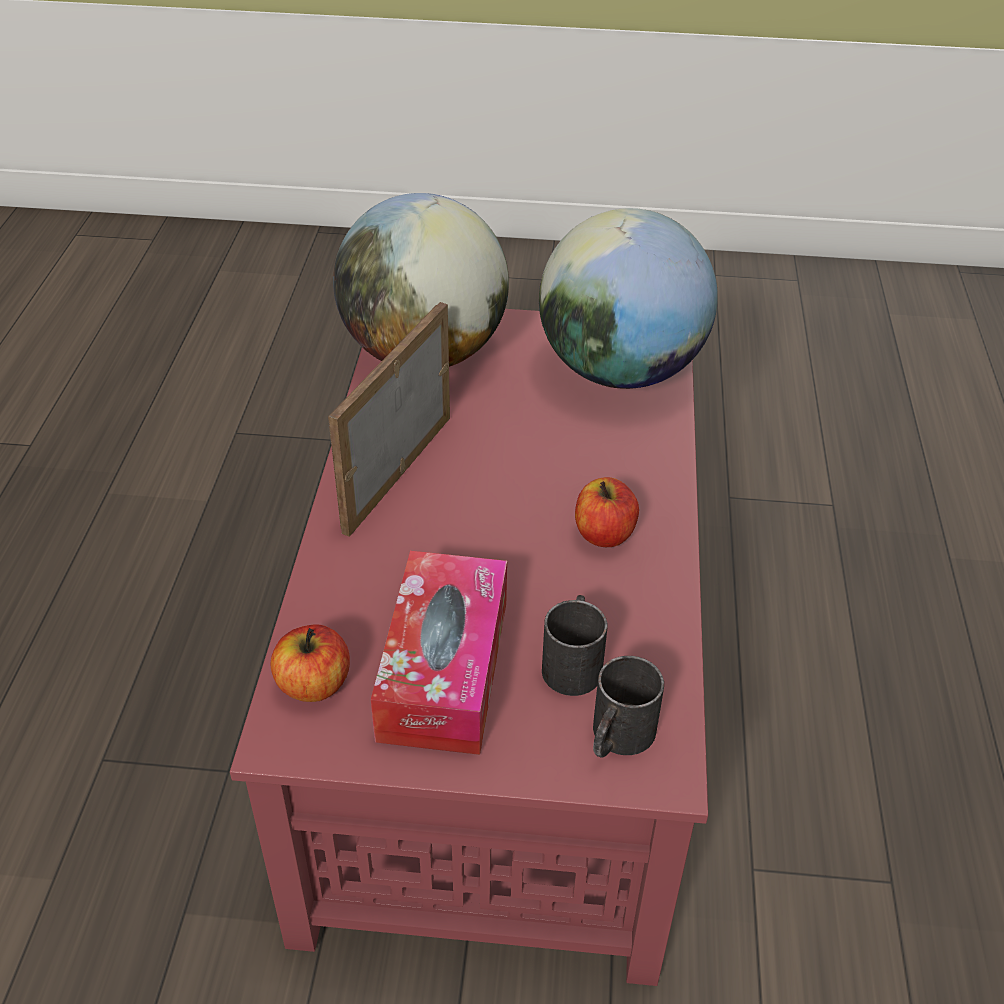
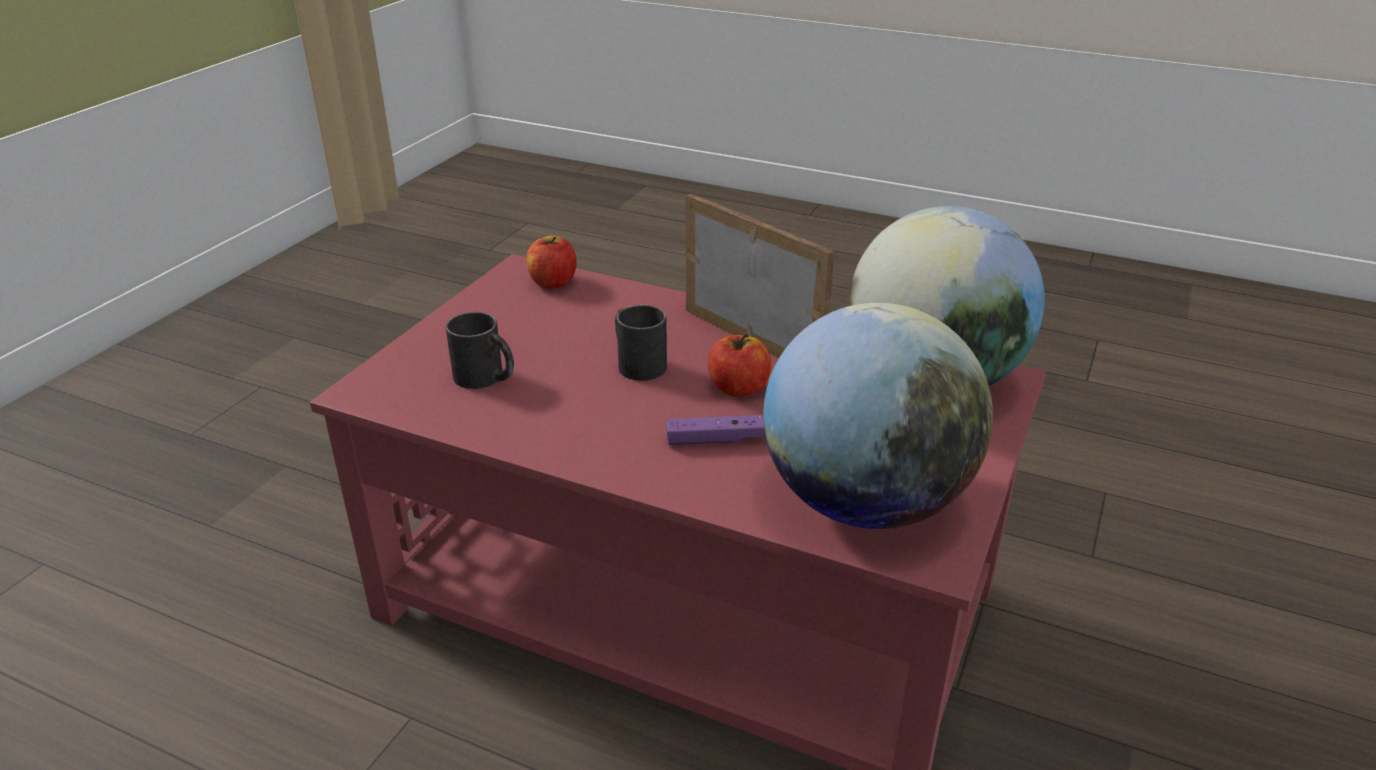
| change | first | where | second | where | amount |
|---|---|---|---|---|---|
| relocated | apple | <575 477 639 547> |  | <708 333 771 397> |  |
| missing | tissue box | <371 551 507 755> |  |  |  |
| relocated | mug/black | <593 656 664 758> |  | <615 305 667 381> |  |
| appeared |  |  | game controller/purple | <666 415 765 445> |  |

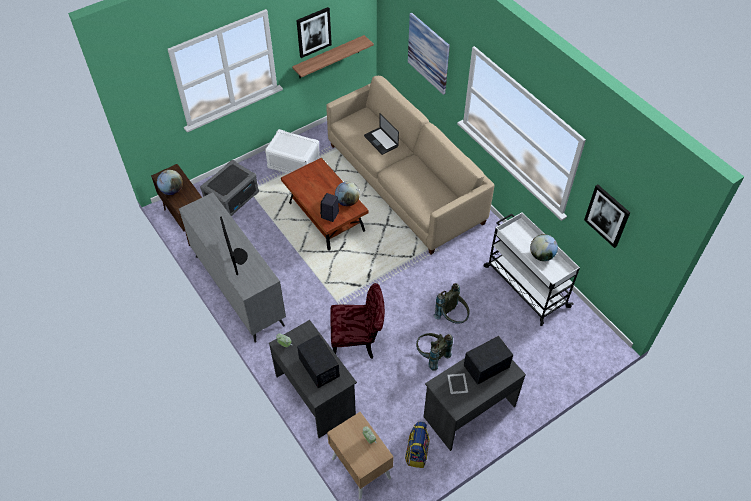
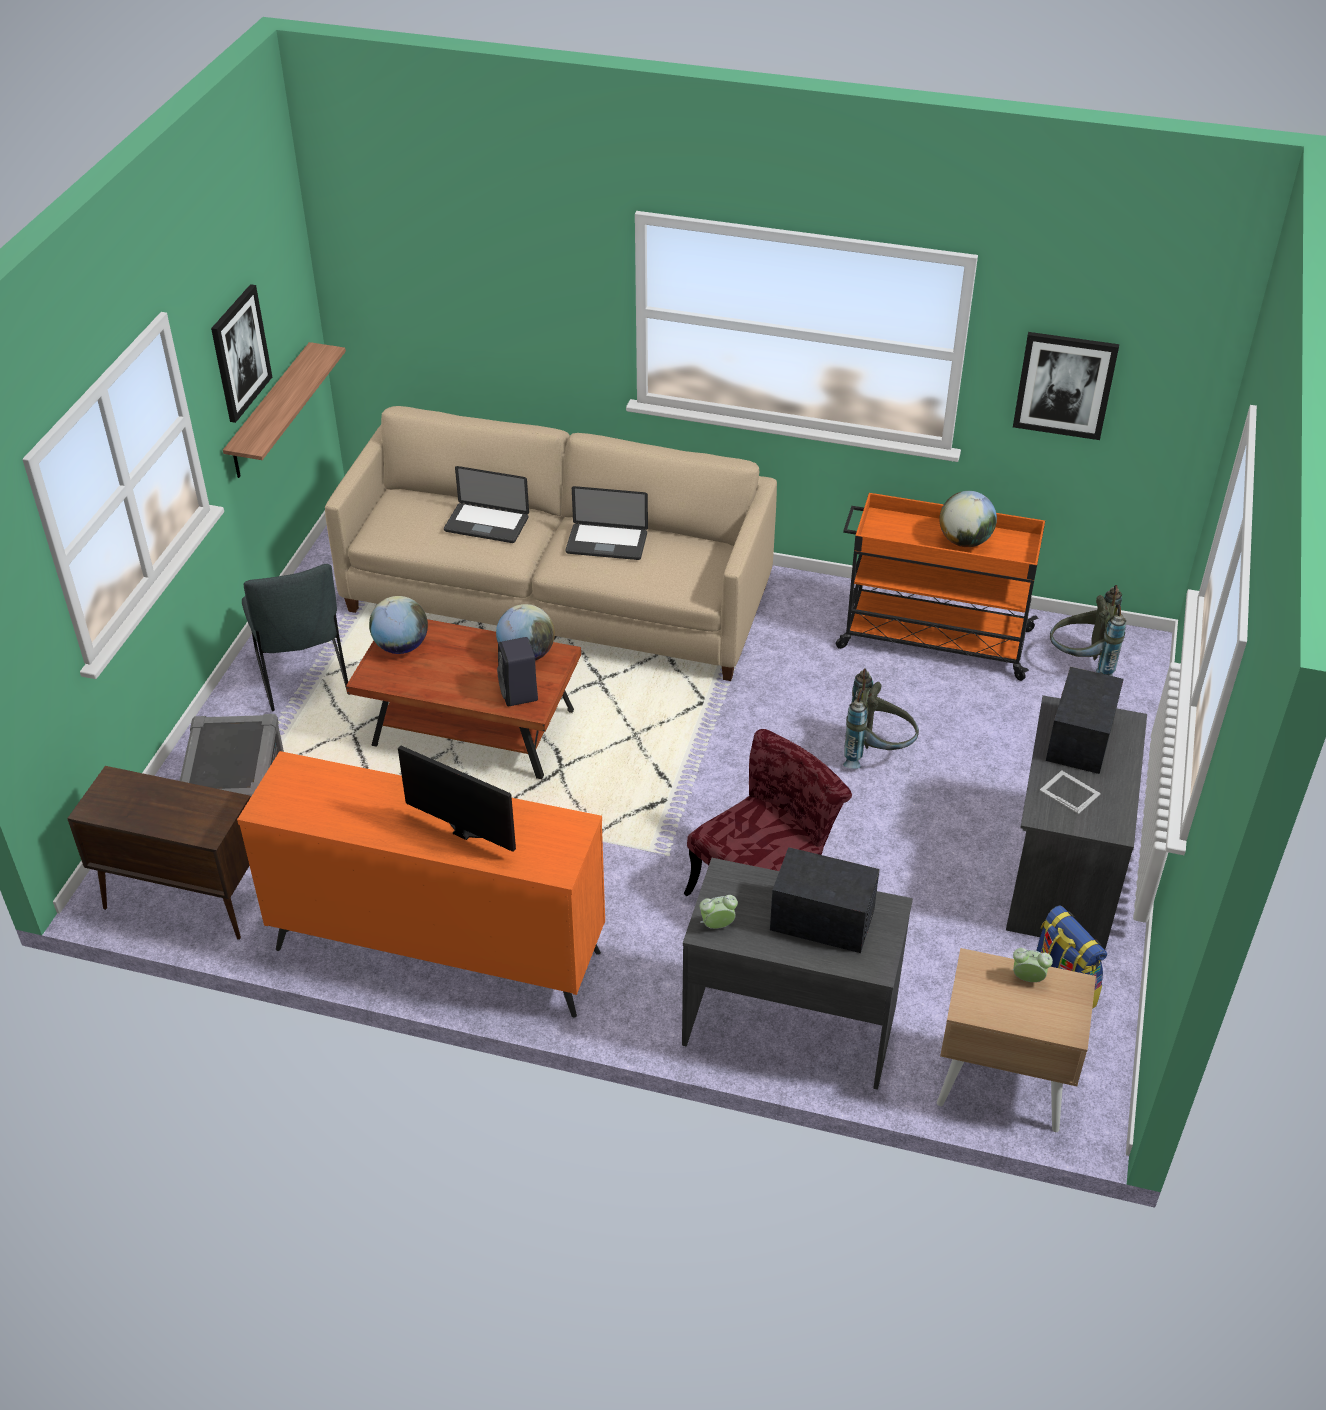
| change | first | where | second | where | amount |
|---|---|---|---|---|---|
| missing | picture | <408 13 450 95> |  |  |  |
| exchanged | storage box/white | <265 129 320 174> | chair/grey | <242 564 350 711> |  |
| relocated | globe | <157 170 183 195> |  | <369 596 428 654> |  |
| colour | dresser/grey | <179 192 286 343> | dresser/orange | <237 751 605 1018> |  |
| colour | cart/white | <484 212 580 326> | cart/orange | <836 493 1045 681> |  |
| relocated | backpack/grey | <416 333 453 371> |  | <1050 585 1126 676> |  |
| appeared |  |  | laptop | <565 486 648 560> |  |

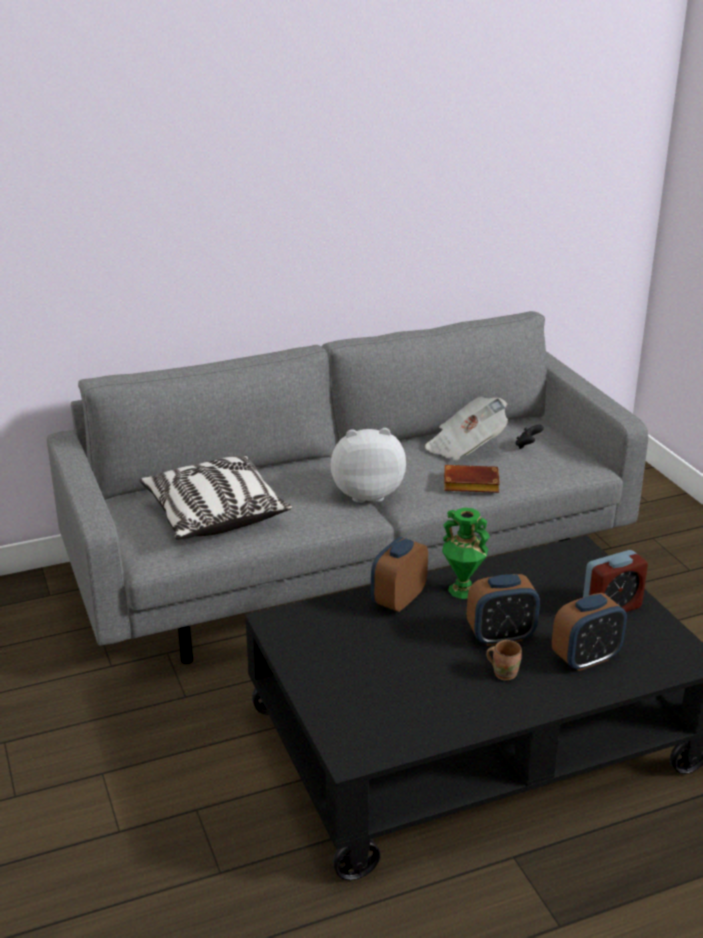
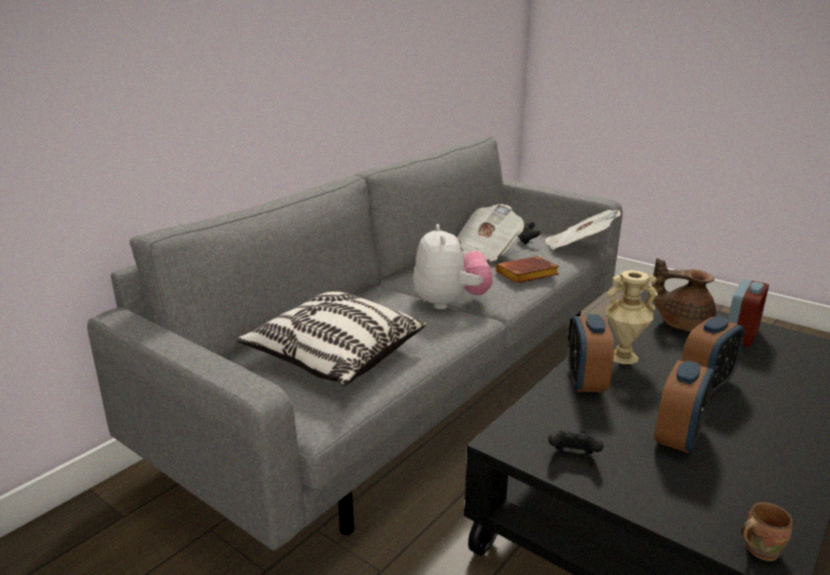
| change | first | where | second | where | amount |
|---|---|---|---|---|---|
| spun | plush toy | <331 428 406 503> |  | <413 224 493 309> | 120 degrees clockwise |
| colour | vase/green | <442 508 490 599> | vase/beige | <605 270 658 364> |  |
| relocated | alarm clock | <552 593 627 671> |  | <654 360 714 453> |  |
| relocated | mug/brown | <486 640 522 681> |  | <741 502 793 561> |  |
| appeared |  |  | newspaper | <545 210 621 249> |  |
| appeared |  |  | teapot/brown | <652 258 716 331> |  |
| appeared |  |  | game controller/black | <548 431 604 454> |  |

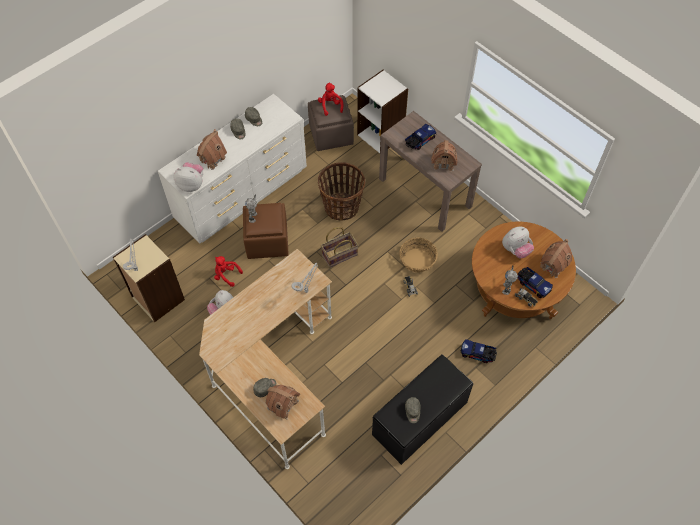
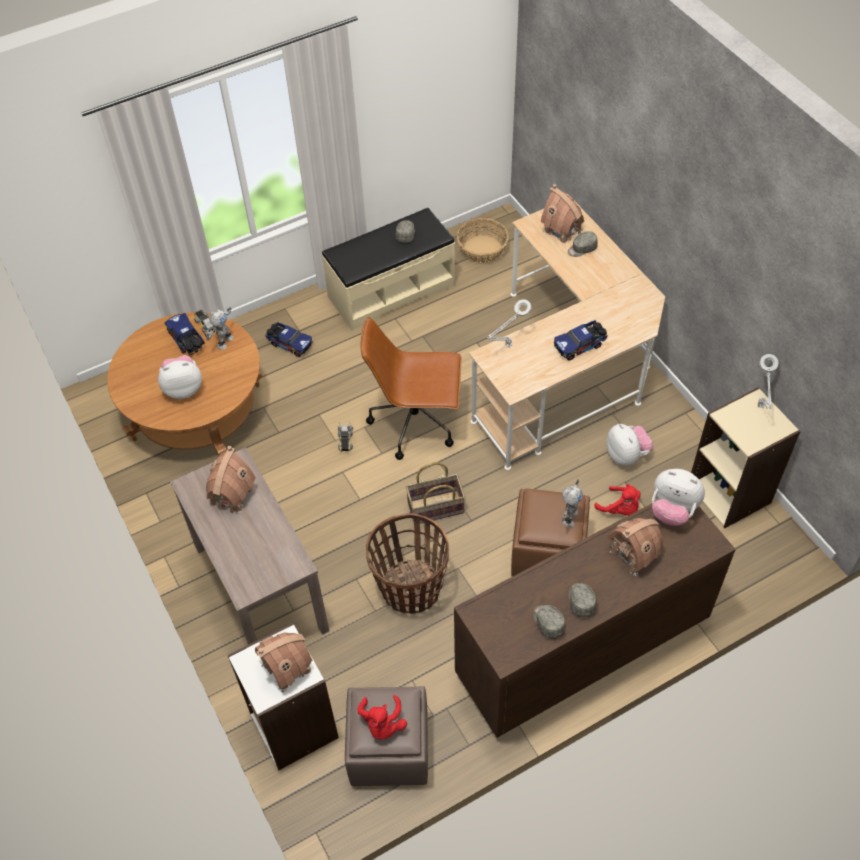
| change | first | where | second | where | amount |
|---|---|---|---|---|---|
| colour | dresser/white | <158 94 307 244> | dresser/brown | <454 504 736 738> |  |
| relocated | toy truck | <405 124 436 150> |  | <554 320 608 361> |  |
| relocated | basket | <399 237 438 273> |  | <457 218 509 263> |  |
| relocated | toy house | <540 239 572 278> |  | <255 633 312 693> |  |
| colour | bench/black | <372 354 473 465> | bench/beige | <322 208 455 330> |  |
| appeared |  |  | office chair/brown | <361 317 462 460> |  |

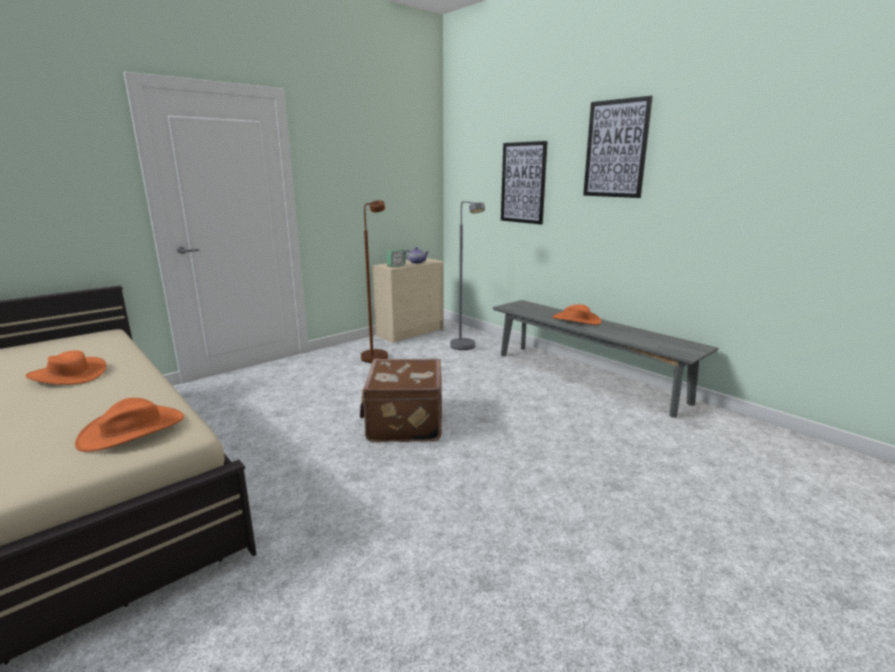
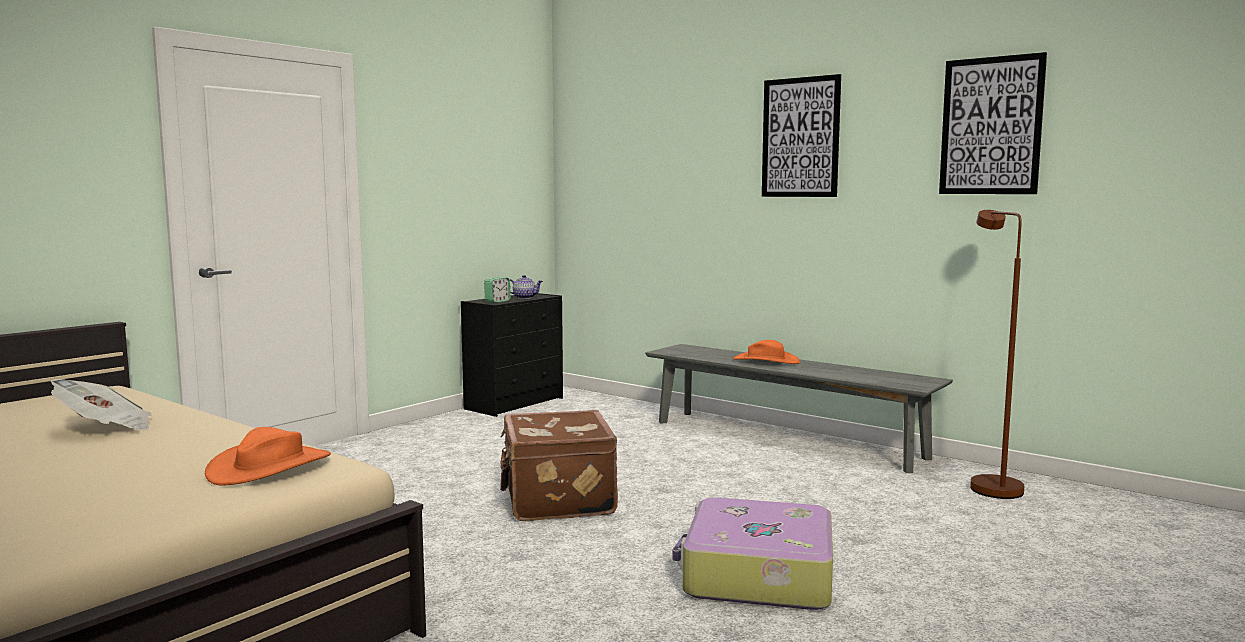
| change | first | where | second | where | amount |
|---|---|---|---|---|---|
| relocated | picture | <501 141 548 224> |  | <939 52 1047 194> |  |
| relocated | floor lamp/brown | <361 200 388 363> |  | <970 210 1024 499> |  |
| missing | floor lamp/grey | <450 201 485 350> |  |  |  |
| colour | dresser/beige | <373 258 444 343> | dresser/black | <461 293 563 417> |  |
| exchanged | hat/orange | <25 350 106 385> | newspaper | <51 379 152 430> |  |
| appeared |  |  | suitcase | <673 497 833 610> |  |

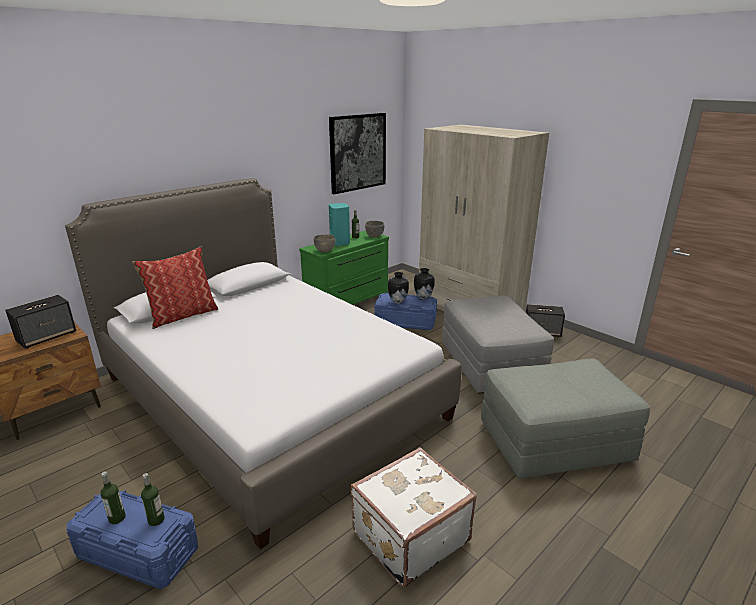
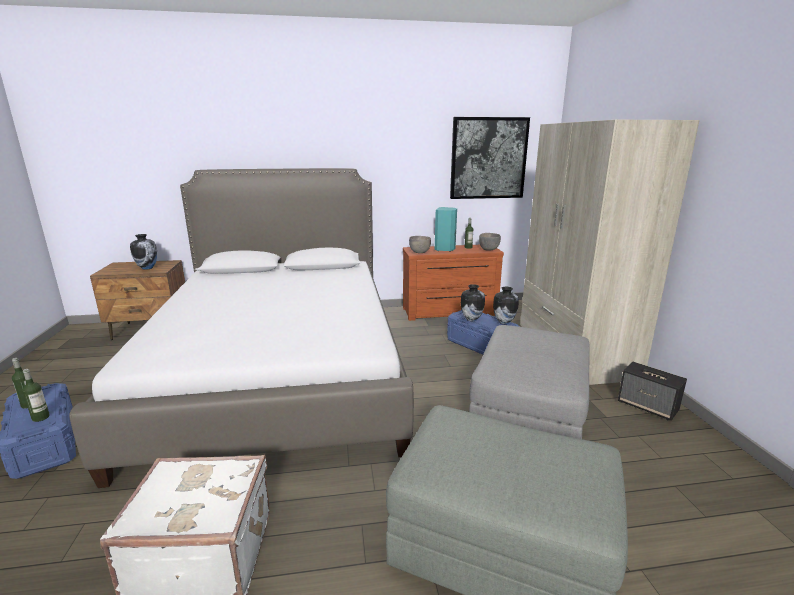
| change | first | where | second | where | amount |
|---|---|---|---|---|---|
| colour | dresser/green | <299 230 389 305> | dresser/brown | <403 245 504 321> |  |
| missing | pillow | <132 246 218 329> |  |  |  |
| exchanged | speaker | <5 295 76 349> | vase | <130 234 157 270> |  |

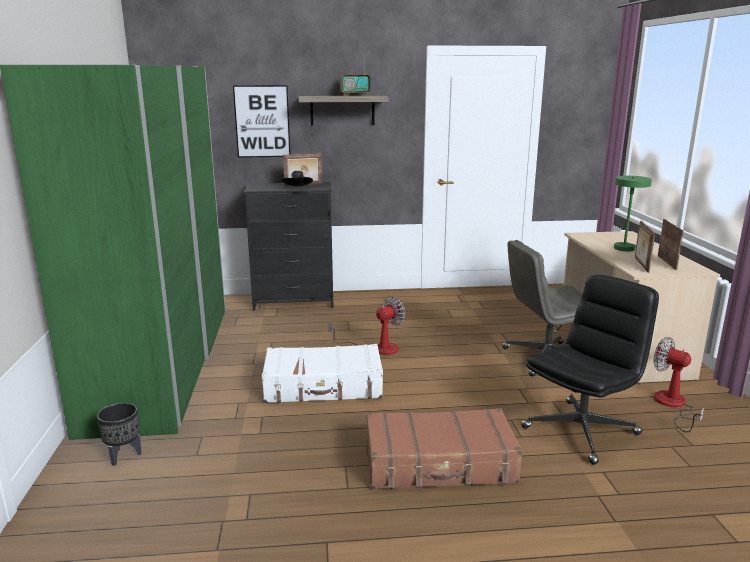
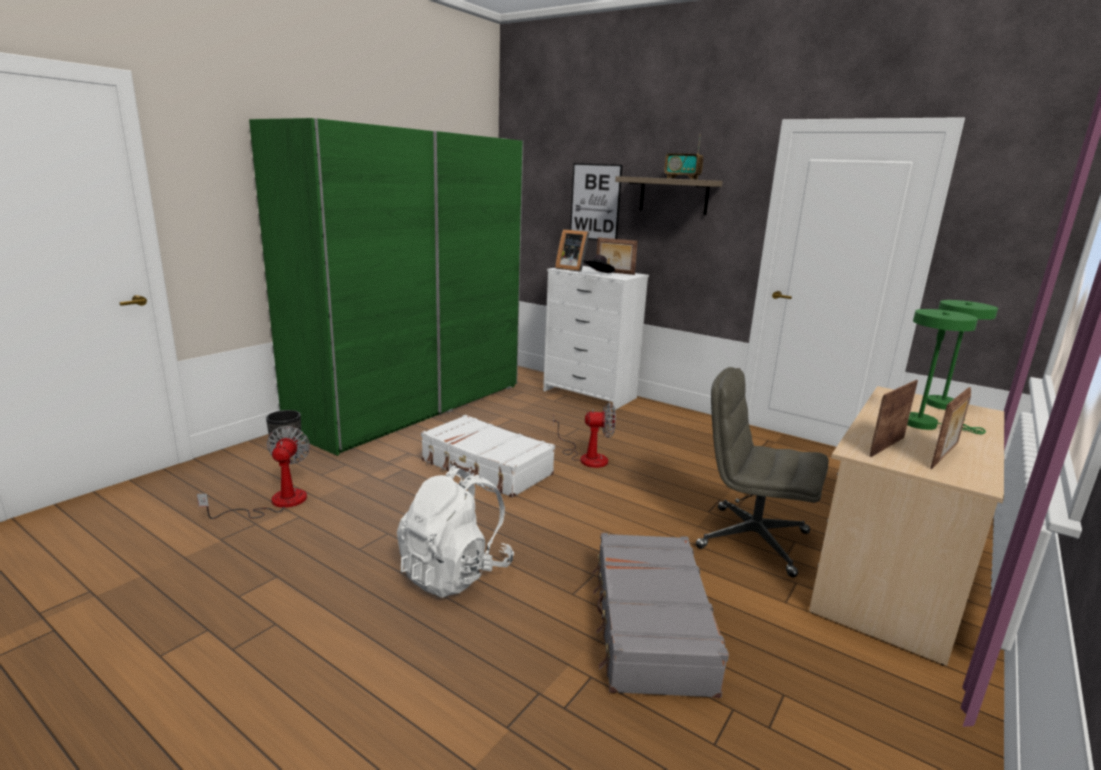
| change | first | where | second | where | amount |
|---|---|---|---|---|---|
| colour | dresser/black | <244 182 333 311> | dresser/white | <543 266 649 410> |  |
| exchanged | office chair/black | <521 275 659 465> | suitcase/grey | <592 533 729 698> |  |
| relocated | fan | <653 337 705 432> |  | <197 426 310 519> |  |
| exchanged | suitcase/brown | <367 408 522 489> | backpack/white | <397 465 514 598> |  |
| appeared |  |  | picture frame | <555 229 589 272> |  |
| appeared |  |  | table lamp/green | <926 300 998 421> |  |

